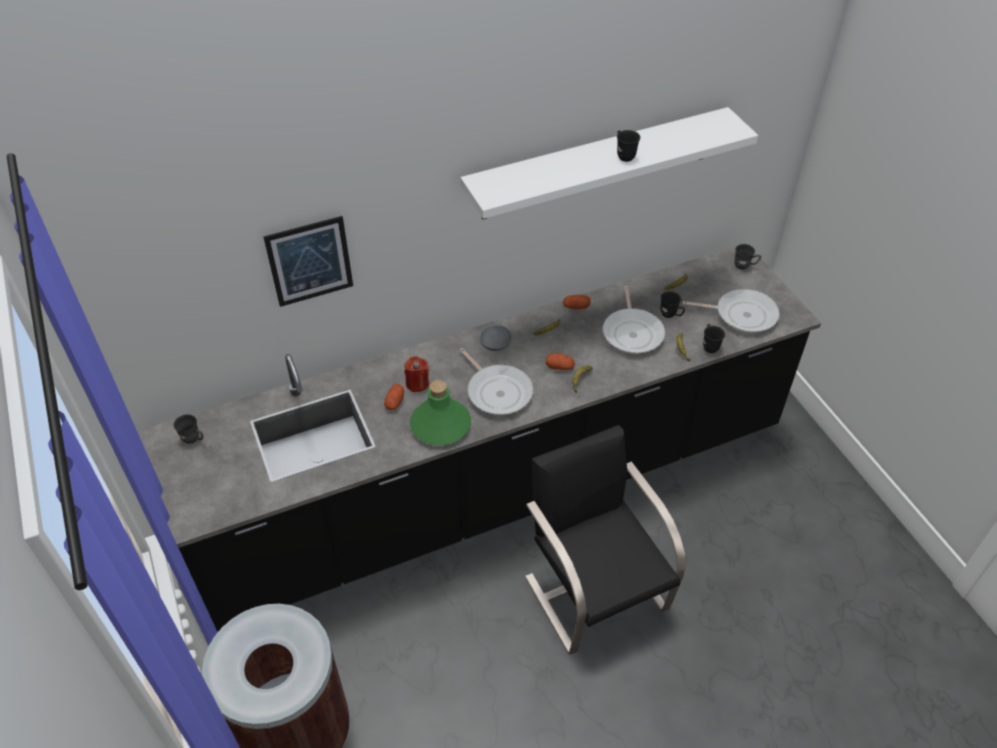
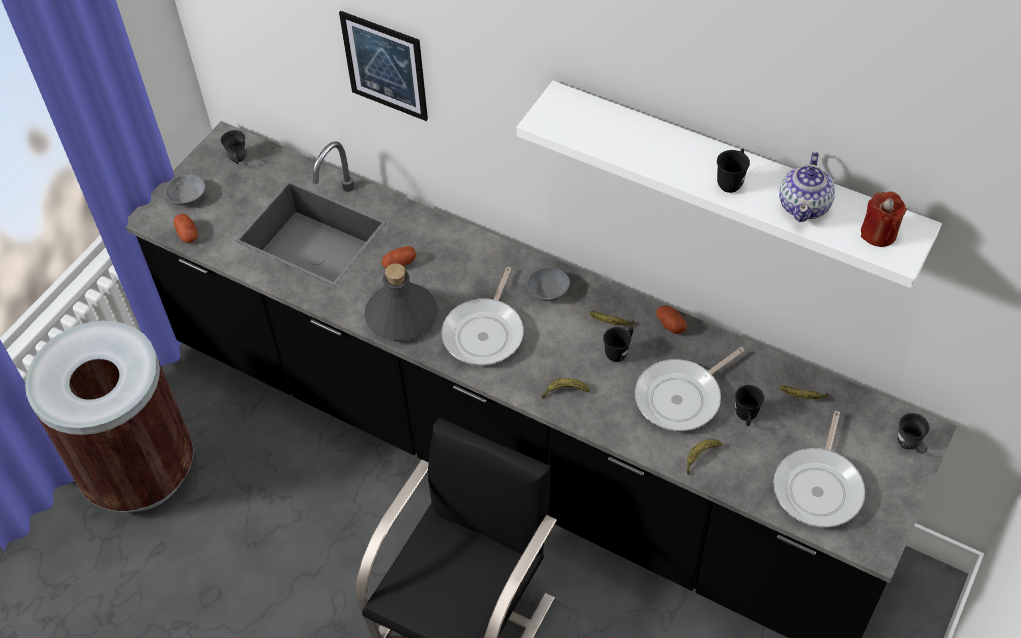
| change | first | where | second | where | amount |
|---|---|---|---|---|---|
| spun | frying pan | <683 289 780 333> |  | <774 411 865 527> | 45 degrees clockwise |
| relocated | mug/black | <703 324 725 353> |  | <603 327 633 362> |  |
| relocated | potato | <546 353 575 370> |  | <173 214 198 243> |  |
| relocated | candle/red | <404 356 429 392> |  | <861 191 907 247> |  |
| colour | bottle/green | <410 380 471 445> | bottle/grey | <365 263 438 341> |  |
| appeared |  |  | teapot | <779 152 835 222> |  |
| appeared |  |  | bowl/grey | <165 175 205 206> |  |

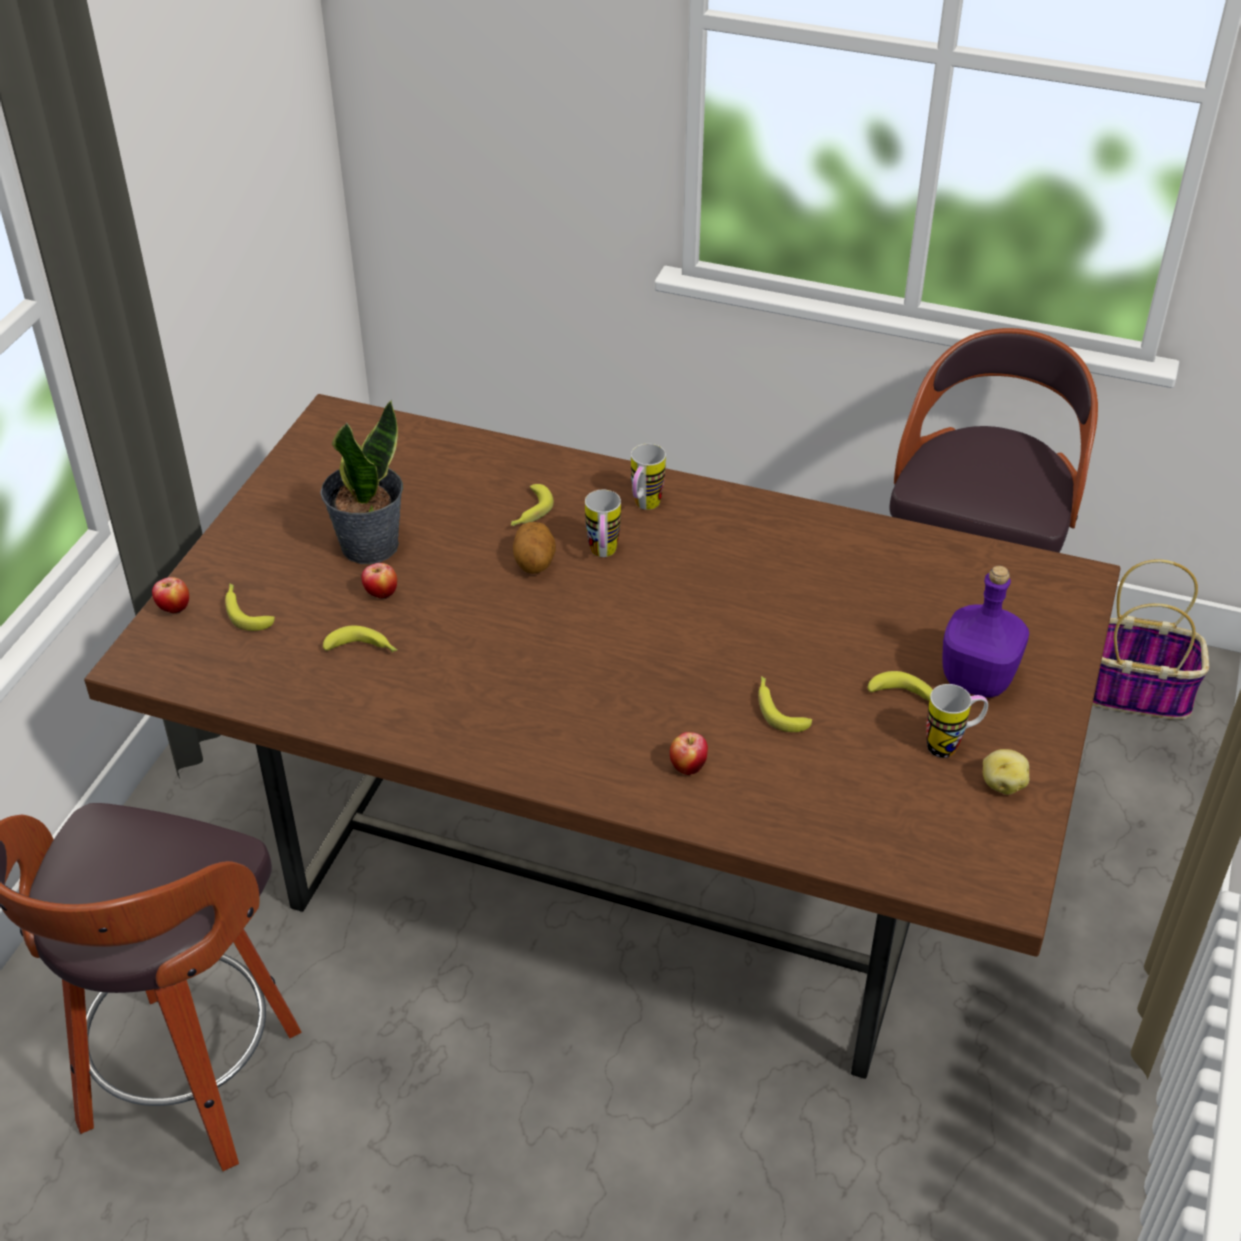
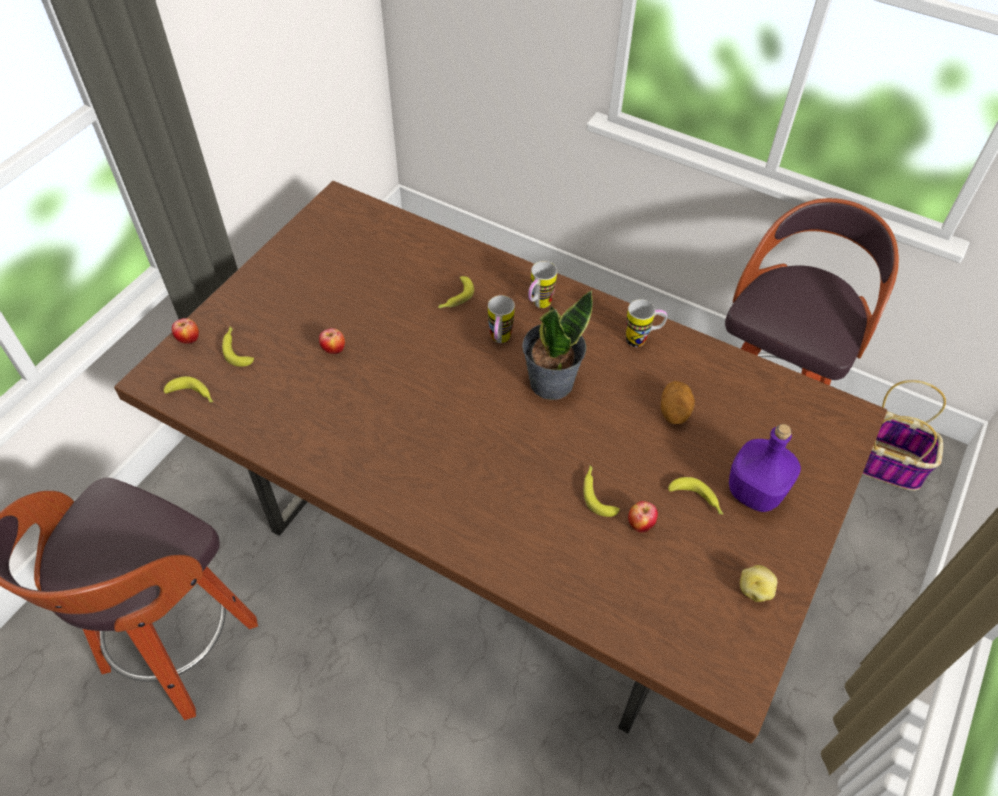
| change | first | where | second | where | amount |
|---|---|---|---|---|---|
| relocated | potted plant | <320 400 403 564> |  | <522 290 592 400> |  |
| relocated | potato | <513 522 556 574> |  | <661 381 695 424> |  |
| relocated | banana | <323 625 397 652> |  | <164 376 213 403> |  |
| relocated | mug | <926 684 988 758> |  | <626 299 667 347> |  |
| relocated | apple | <670 732 708 775> |  | <628 501 658 532> |  |

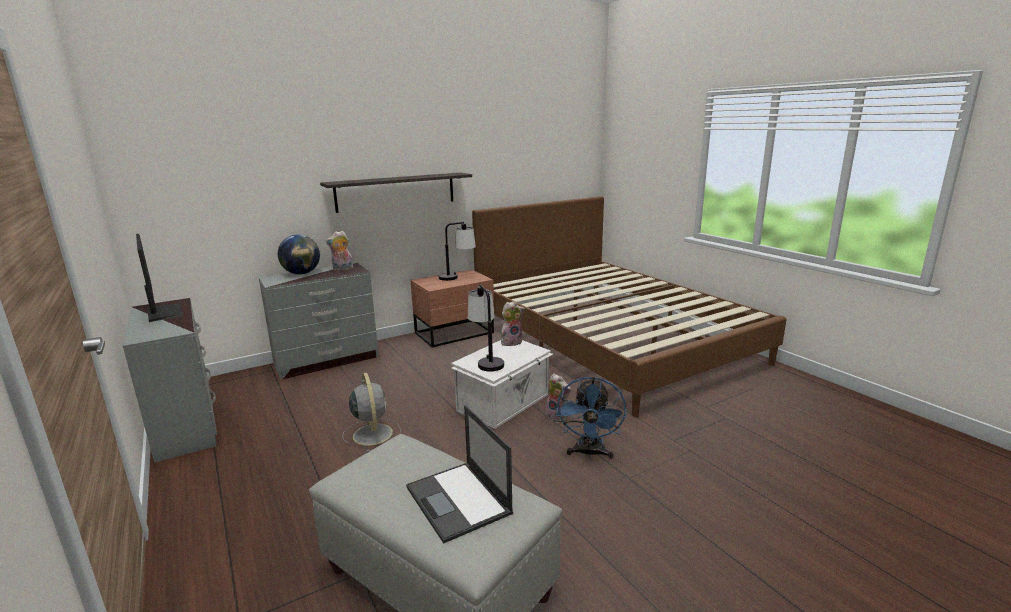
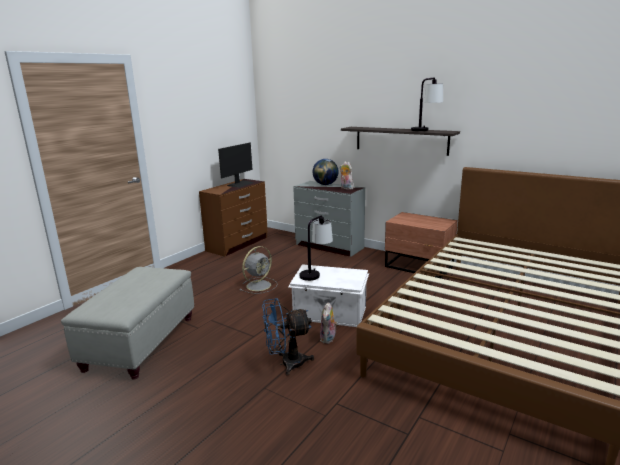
| change | first | where | second | where | amount |
|---|---|---|---|---|---|
| relocated | table lamp | <439 222 476 281> |  | <411 77 443 131> |  |
| colour | dresser/grey | <123 298 217 463> | dresser/brown | <199 179 268 256> |  |
| missing | plush toy | <501 301 525 346> |  |  |  |
| missing | laptop | <406 405 513 544> |  |  |  |

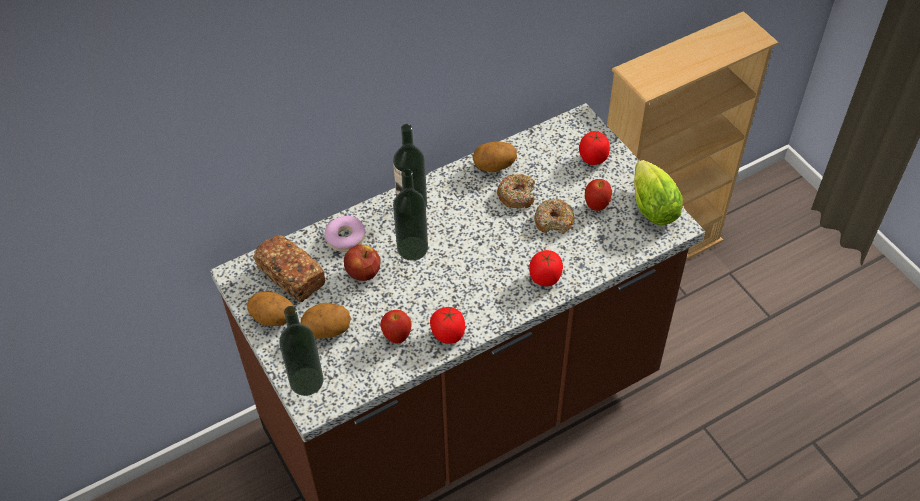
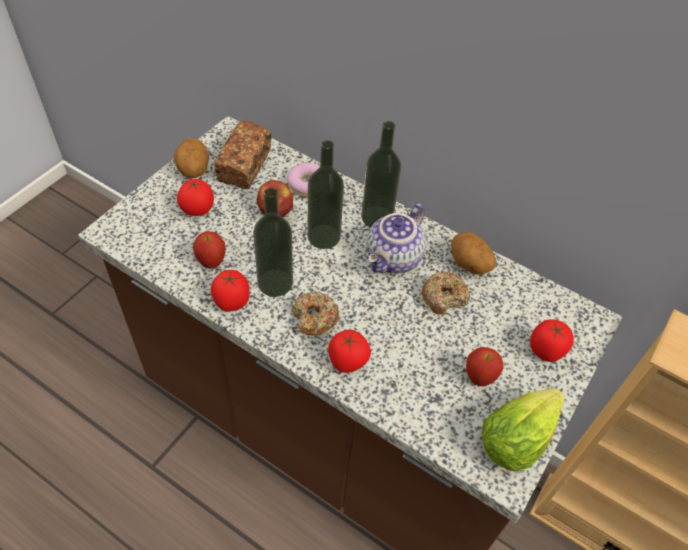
| change | first | where | second | where | amount |
|---|---|---|---|---|---|
| relocated | donut | <534 198 574 234> |  | <291 292 339 336> |  |
| exchanged | potato | <301 303 351 339> | tomato | <177 178 214 216> |  |
| relocated | bottle | <279 306 324 396> |  | <253 188 293 297> |  |
| appeared |  |  | teapot | <367 204 426 273> |  |

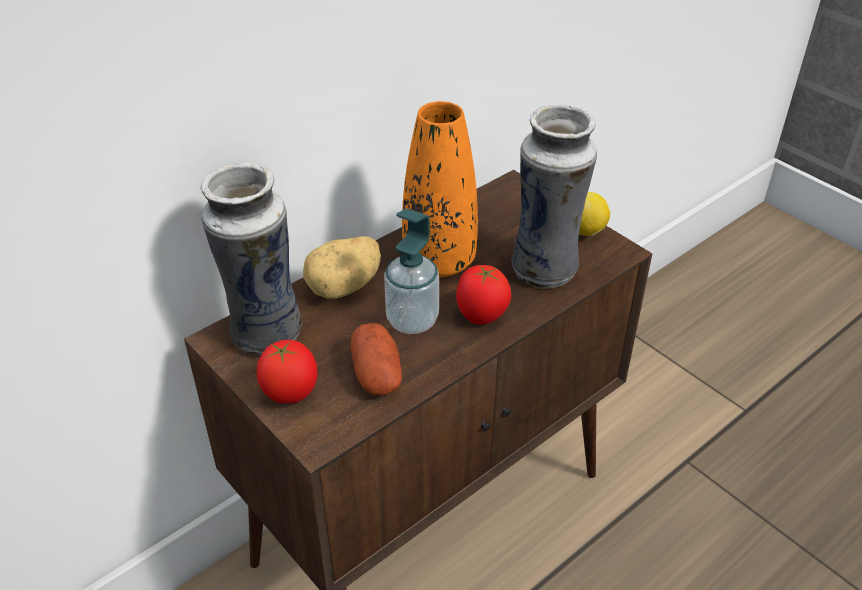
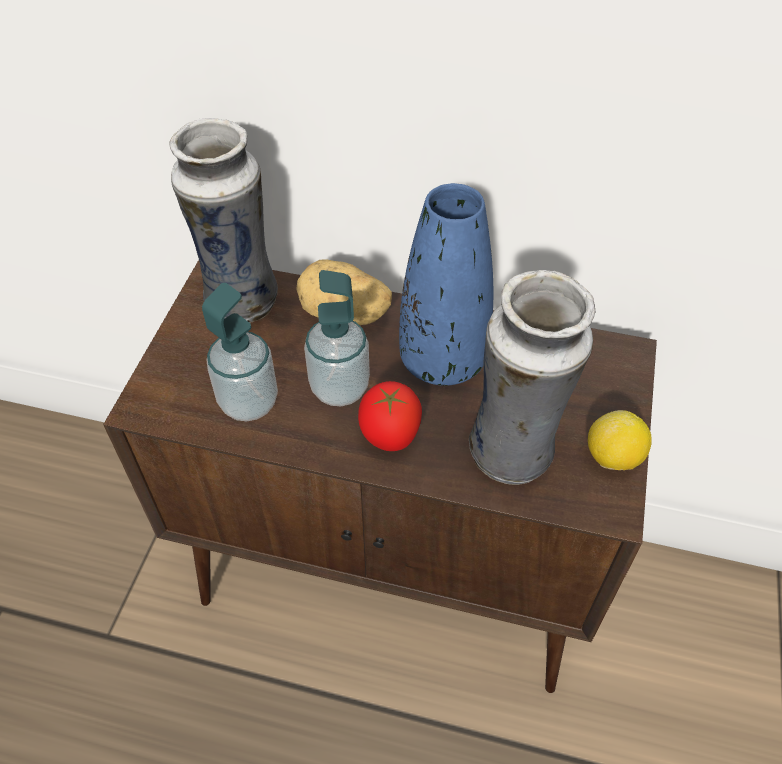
| change | first | where | second | where | amount |
|---|---|---|---|---|---|
| colour | vase/orange | <402 101 478 278> | vase/blue | <399 183 493 386> |  |
| exchanged | potato | <351 323 402 395> | soap dispenser | <202 283 278 422> |  |
| missing | tomato | <257 340 317 404> |  |  |  |

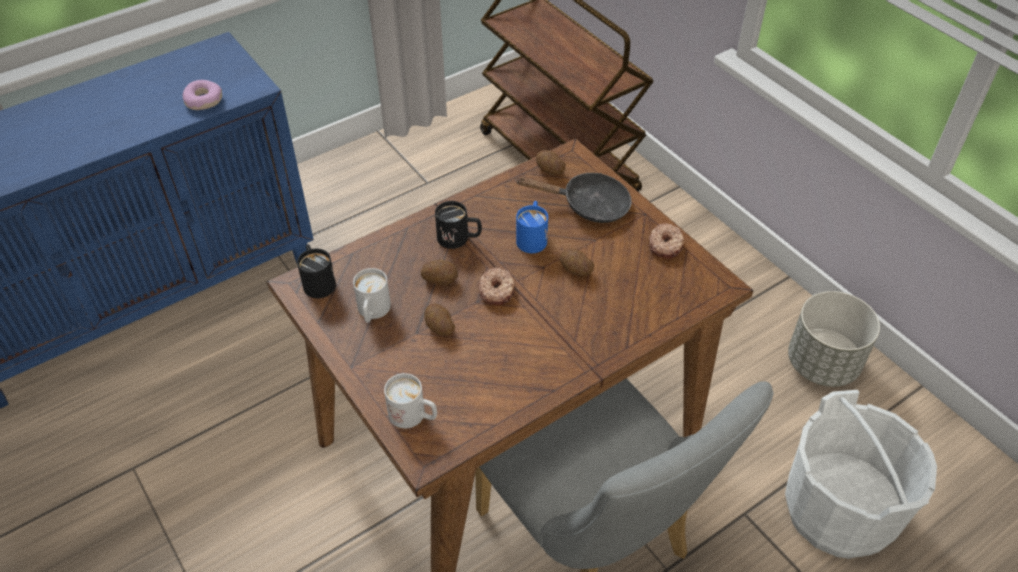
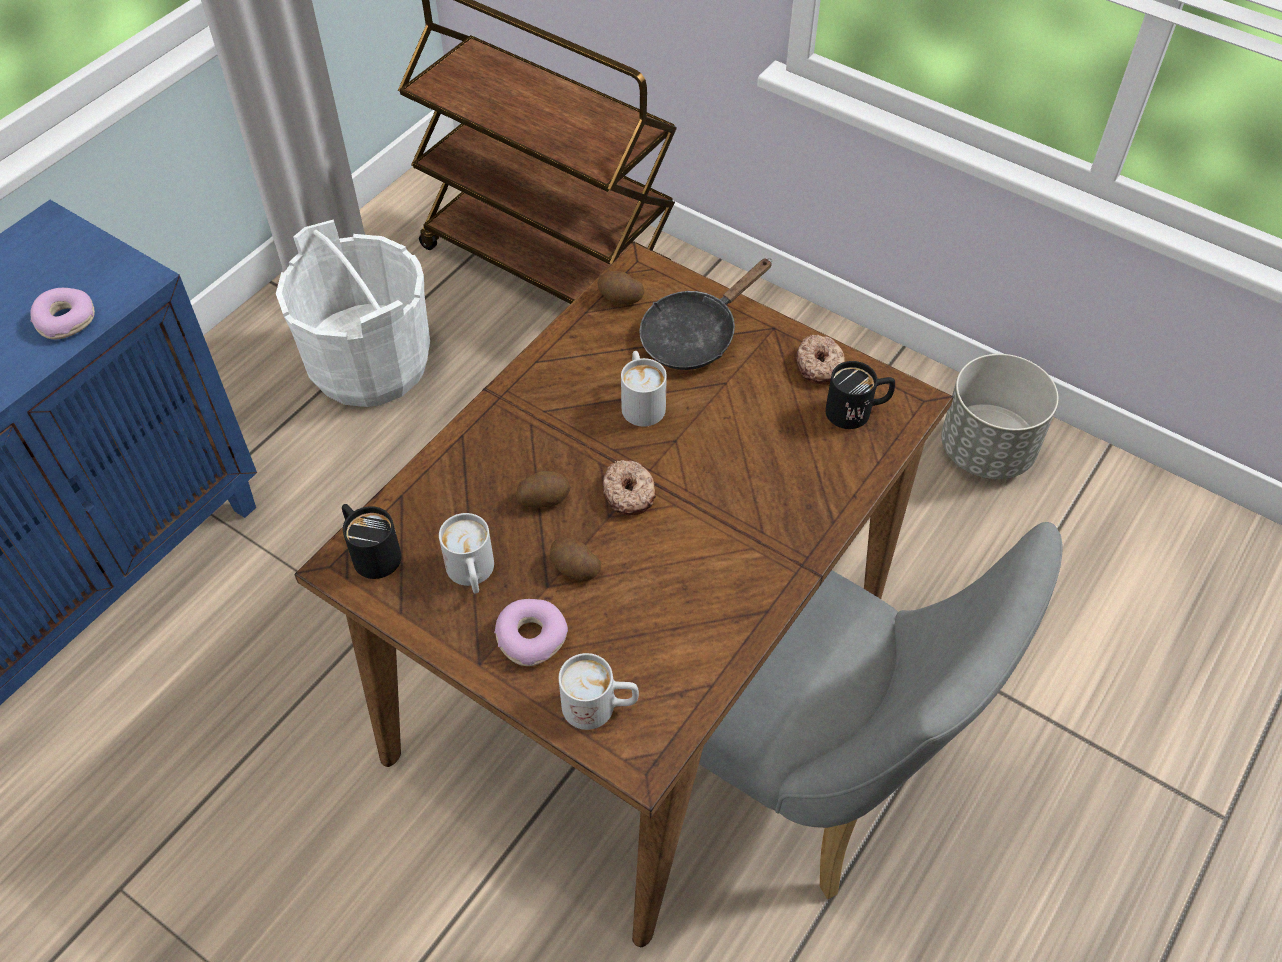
| change | first | where | second | where | amount |
|---|---|---|---|---|---|
| spun | frying pan/black | <515 173 632 223> |  | <639 259 772 370> | 150 degrees clockwise |
| relocated | mug/black | <435 201 482 249> |  | <825 361 895 429> |  |
| colour | mug/blue | <516 201 548 253> | mug/white | <621 351 667 426> |  |
| missing | potato | <560 248 594 276> |  |  |  |
| relocated | bucket/white | <785 390 937 559> |  | <276 219 430 407> |  |
| appeared |  |  | donut | <494 599 568 666> |  |

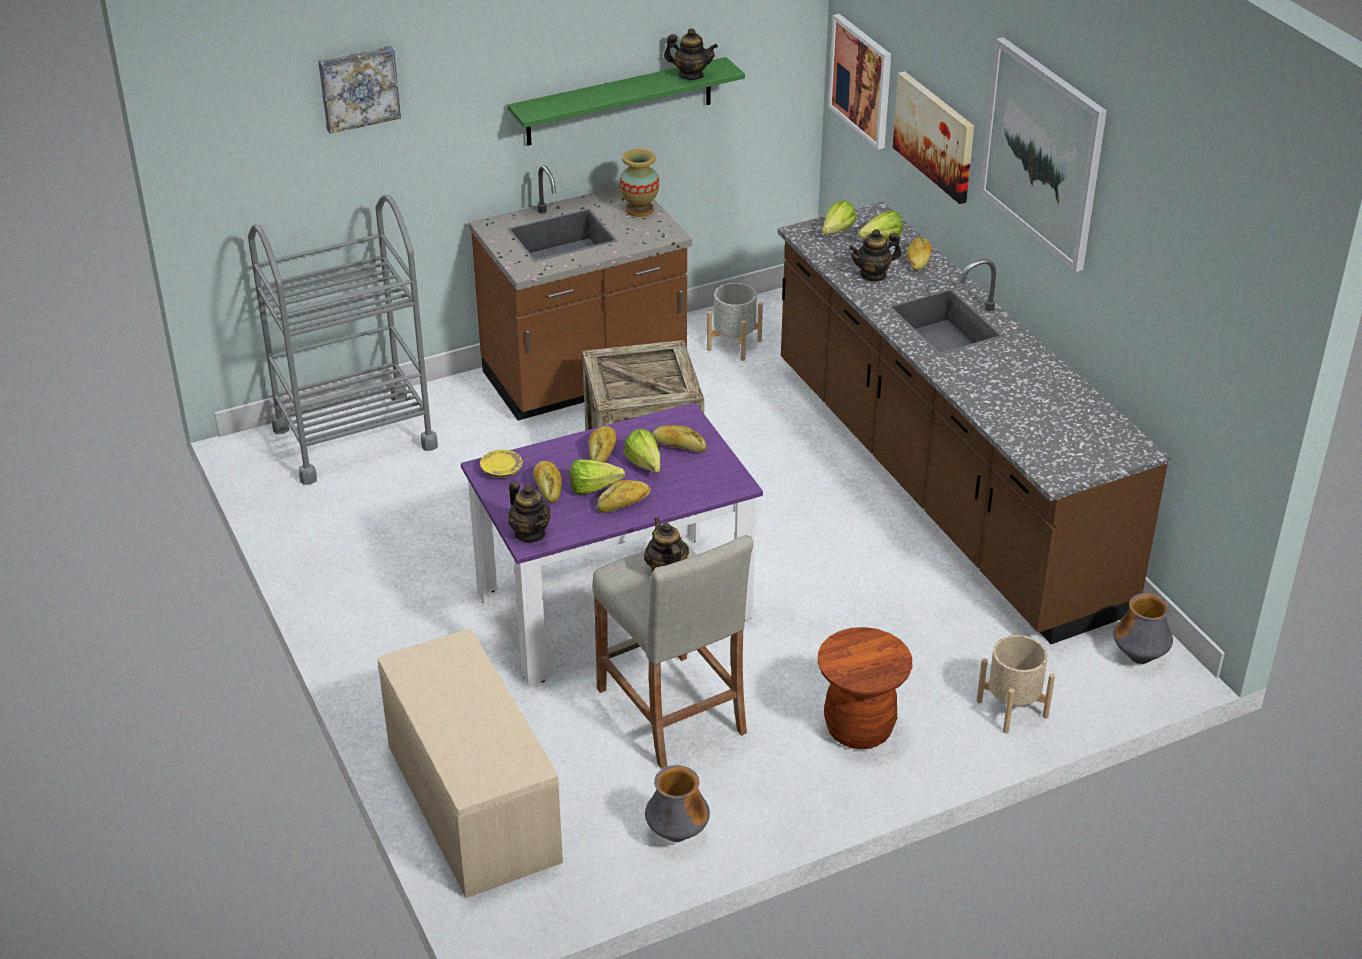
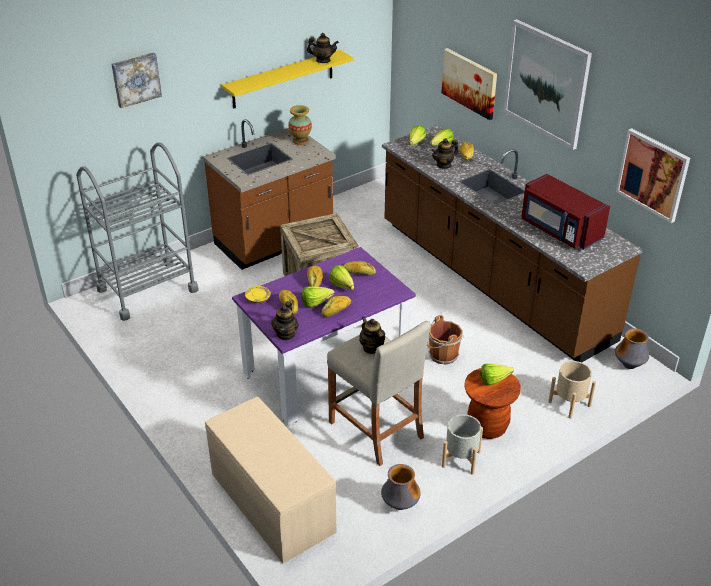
| change | first | where | second | where | amount |
|---|---|---|---|---|---|
| relocated | picture | <828 14 891 150> |  | <616 128 690 223> |  |
| colour | shelf/green | <508 57 745 146> | shelf/yellow | <222 50 353 108> |  |
| relocated | planter/grey | <707 283 763 361> |  | <442 414 483 475> |  |
| spun | teapot | <508 481 551 542> |  | <271 301 299 340> | 60 degrees clockwise |
| appeared |  |  | microwave/red | <521 174 610 250> |  |
| appeared |  |  | bucket/brown | <427 315 464 364> |  |
| appeared |  |  | lettuce | <480 364 514 385> |  |

